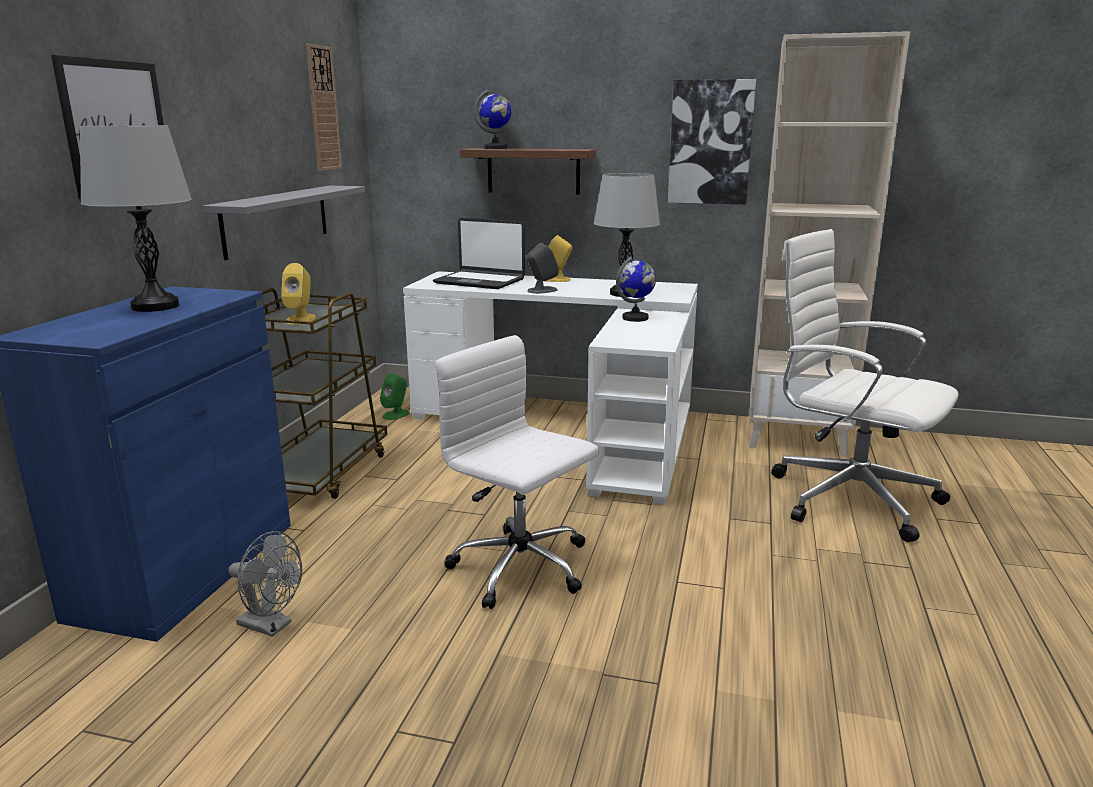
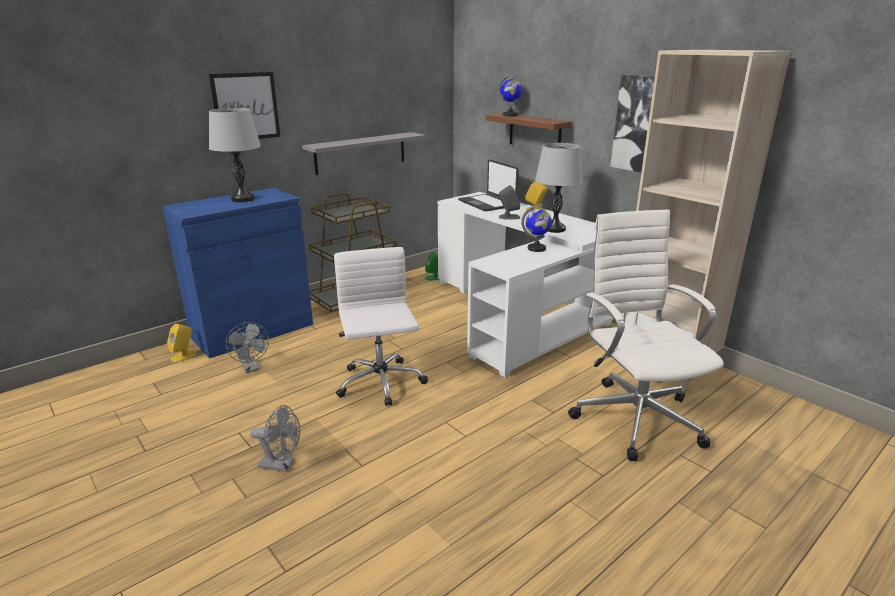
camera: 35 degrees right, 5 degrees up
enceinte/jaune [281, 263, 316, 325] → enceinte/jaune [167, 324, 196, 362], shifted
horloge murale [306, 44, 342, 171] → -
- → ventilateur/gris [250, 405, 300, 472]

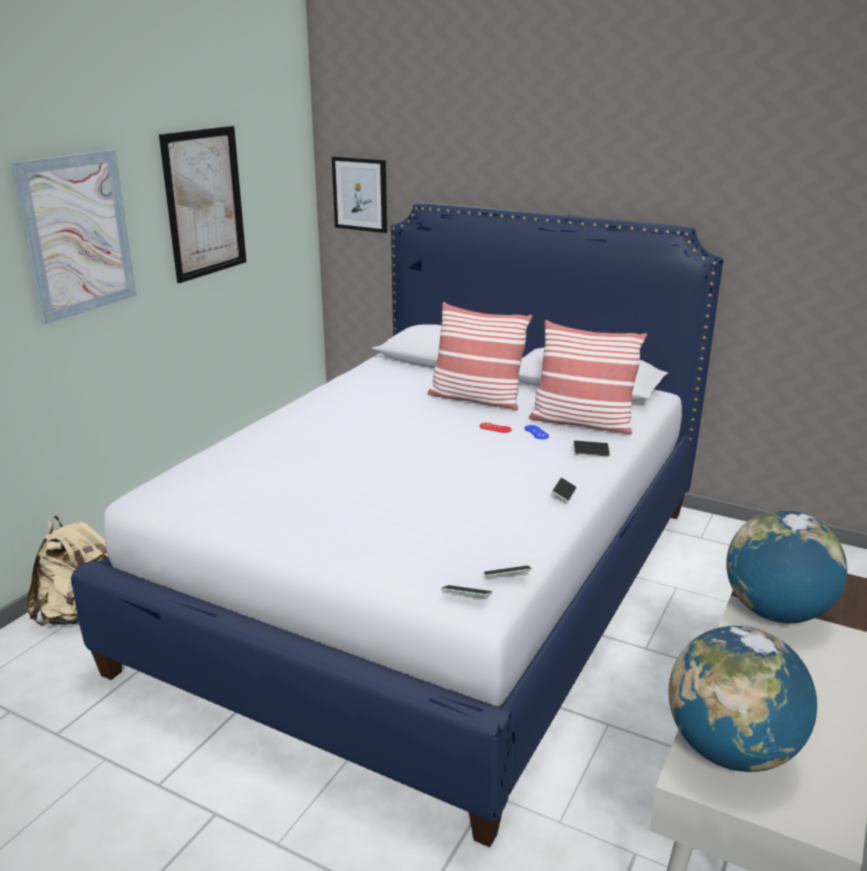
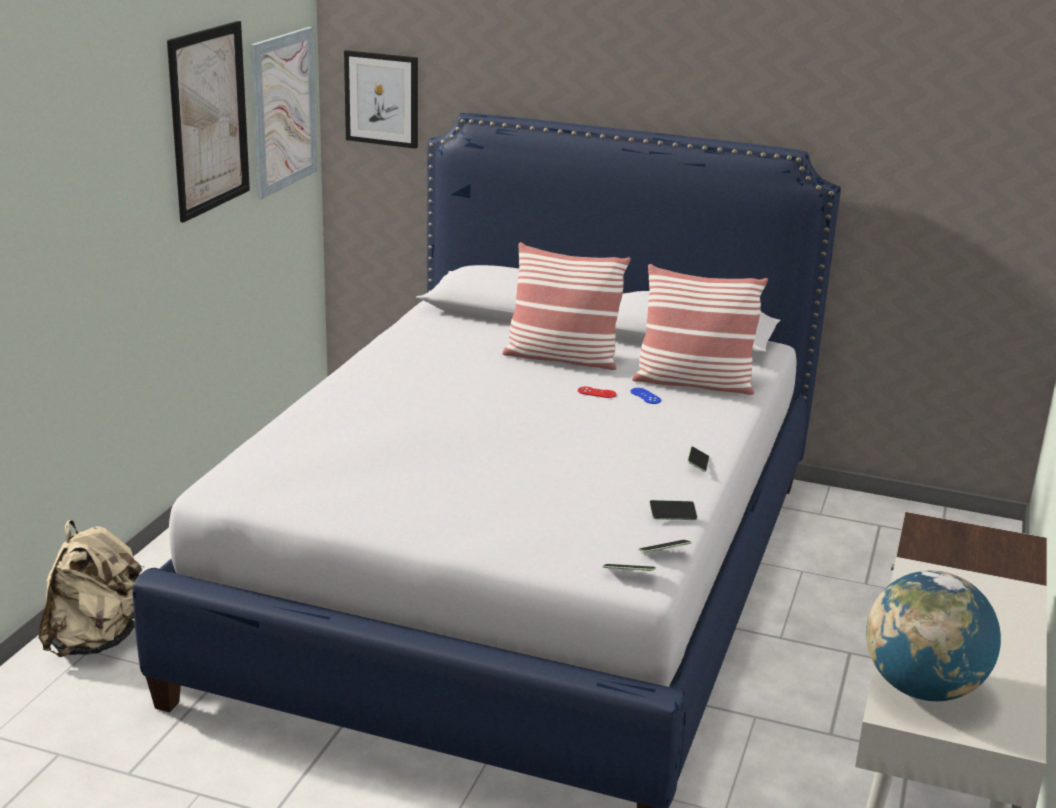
camera: 10 degrees left, 0 degrees up
tableau [11, 150, 136, 324] → tableau [250, 27, 317, 199], shifted
téléphone [573, 440, 610, 457] → téléphone [649, 500, 698, 520], shifted
globe [726, 510, 847, 623] → -

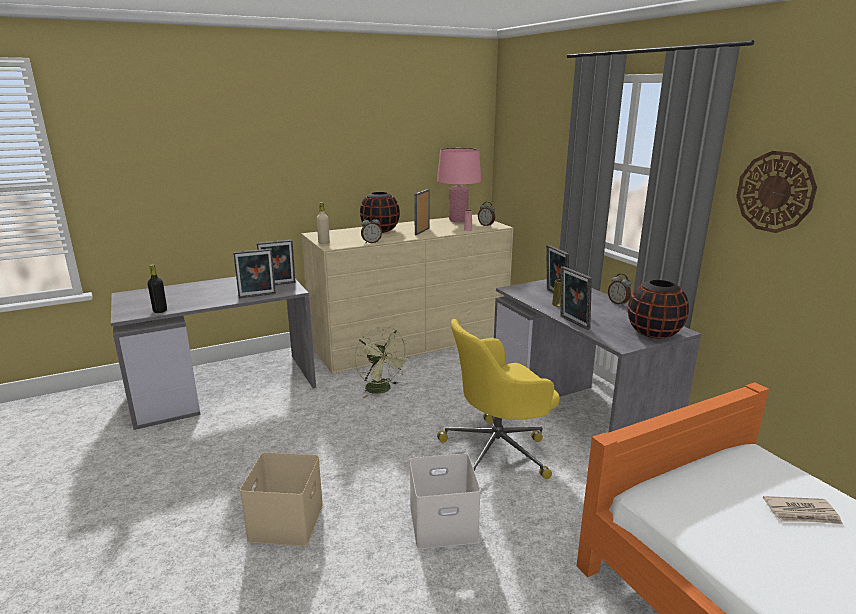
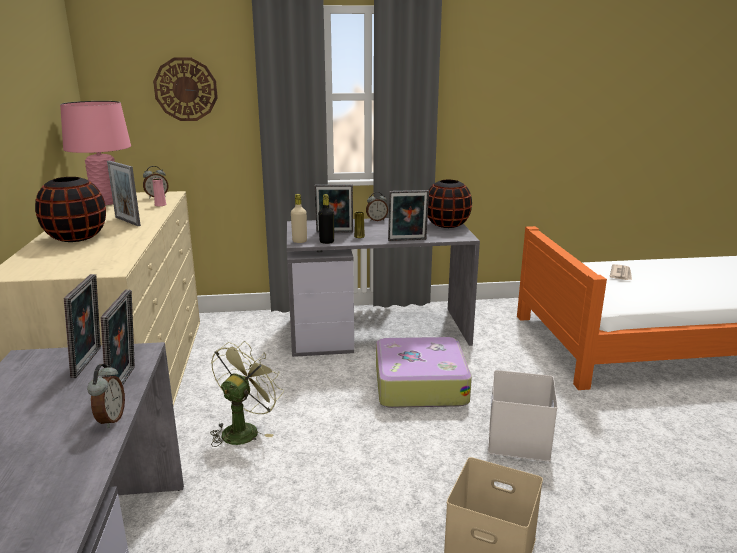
camera: 70 degrees left, 0 degrees up
bouteille/noir [148, 264, 167, 313] → bouteille/noir [318, 194, 334, 244], shifted
bouteille/beige [316, 202, 330, 244] → bouteille/beige [291, 194, 307, 243], shifted
ventilateur/vert [355, 326, 410, 398] → ventilateur/vert [210, 341, 284, 447], 45 degrees counterclockwise
réveil [361, 216, 382, 243] → réveil [87, 364, 125, 428], shifted
chaise de bureau/jaune [437, 319, 560, 479] → valise [376, 337, 472, 408]
horloge murale [736, 151, 817, 233] → horloge murale [153, 57, 218, 121], shifted

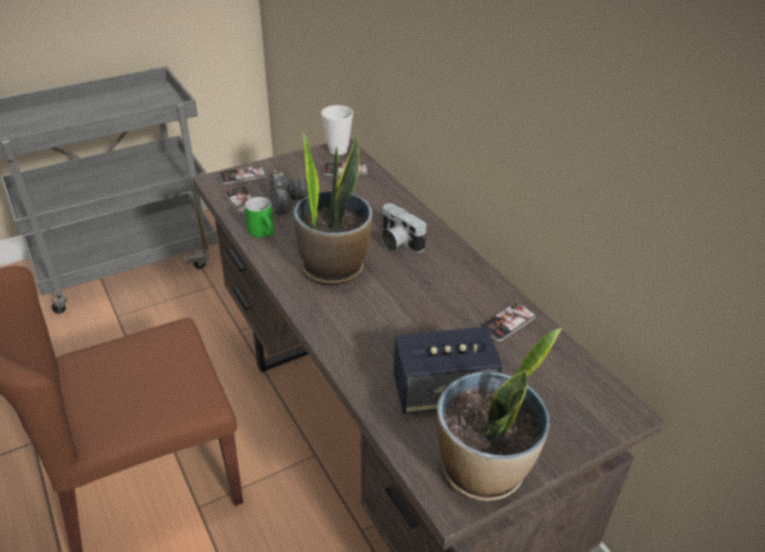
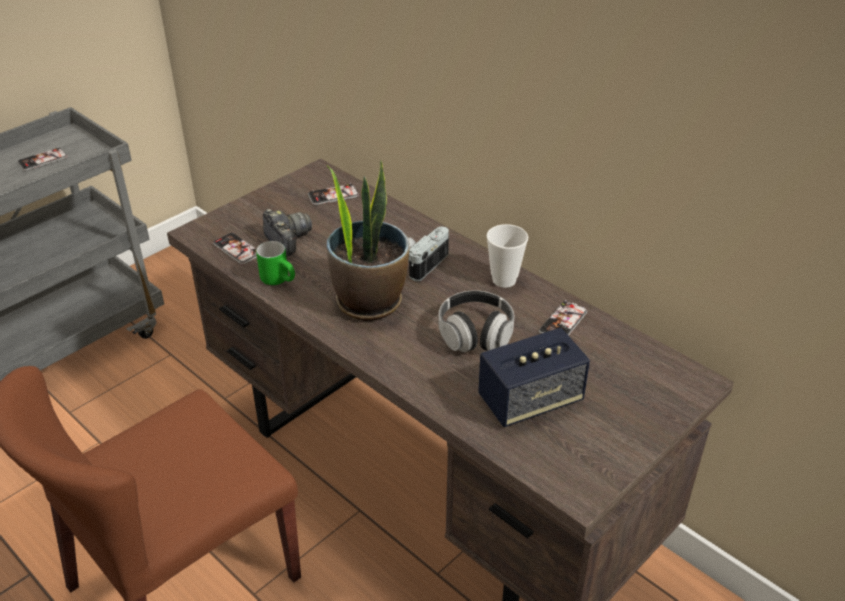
camera: 15 degrees left, 0 degrees up
téléphone [219, 164, 266, 184] → téléphone [17, 147, 68, 171], shifted
tasse [321, 105, 353, 155] → tasse [486, 224, 528, 288], shifted
appareil photo [381, 203, 426, 253] → appareil photo [408, 227, 449, 281], 90 degrees clockwise
plante en pot [437, 328, 562, 501] → -
- → casque audio [439, 290, 515, 352]

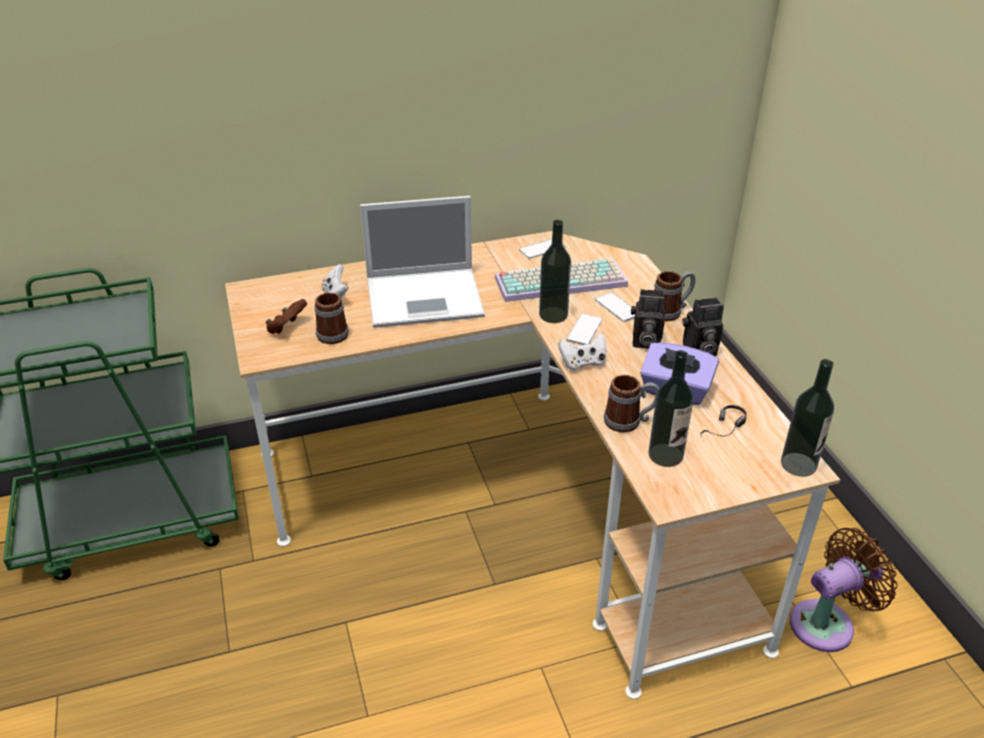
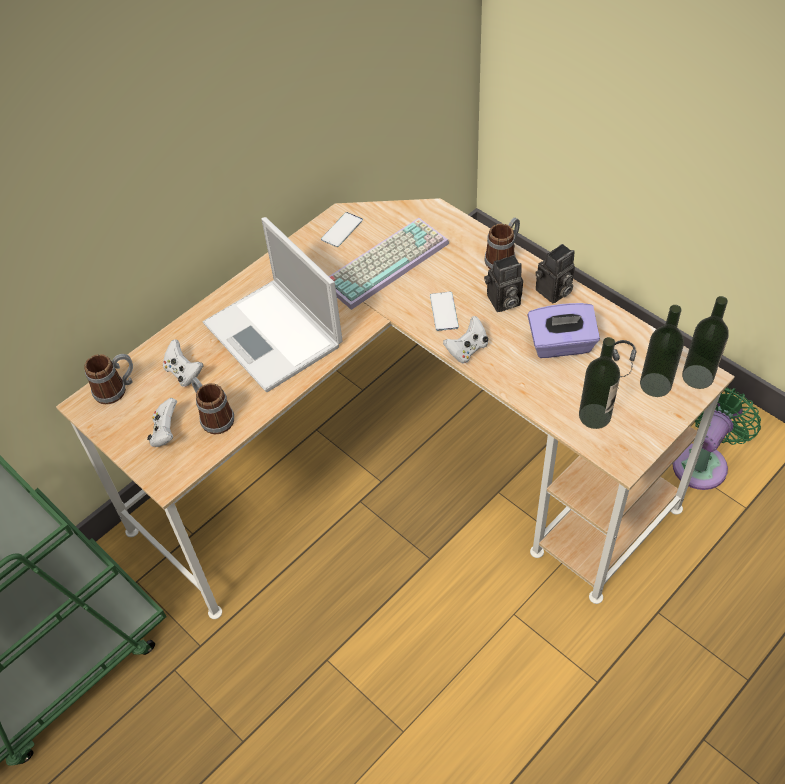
camera: 25 degrees left, 15 degrees up
manette/marron [265, 299, 307, 334] → manette/blanc [147, 398, 177, 447]
ordinateur portable [360, 196, 485, 328] → ordinateur portable [203, 217, 343, 392], 90 degrees clockwise
bouteille [539, 220, 571, 323] → bouteille [640, 305, 684, 397], shifted
téléphone [595, 292, 635, 322] → -
mug [604, 375, 659, 433] → mug [84, 354, 133, 405], shifted
ventilateur/marron [790, 528, 898, 652] → ventilateur/vert [672, 387, 761, 490]

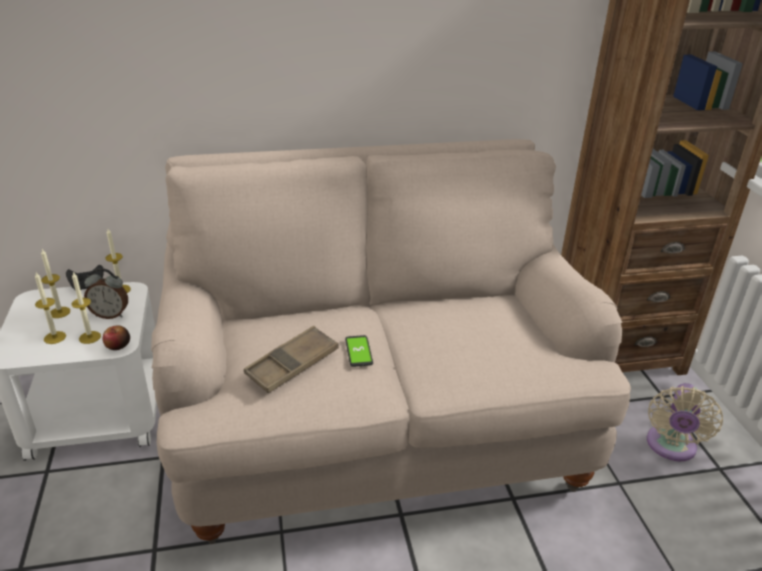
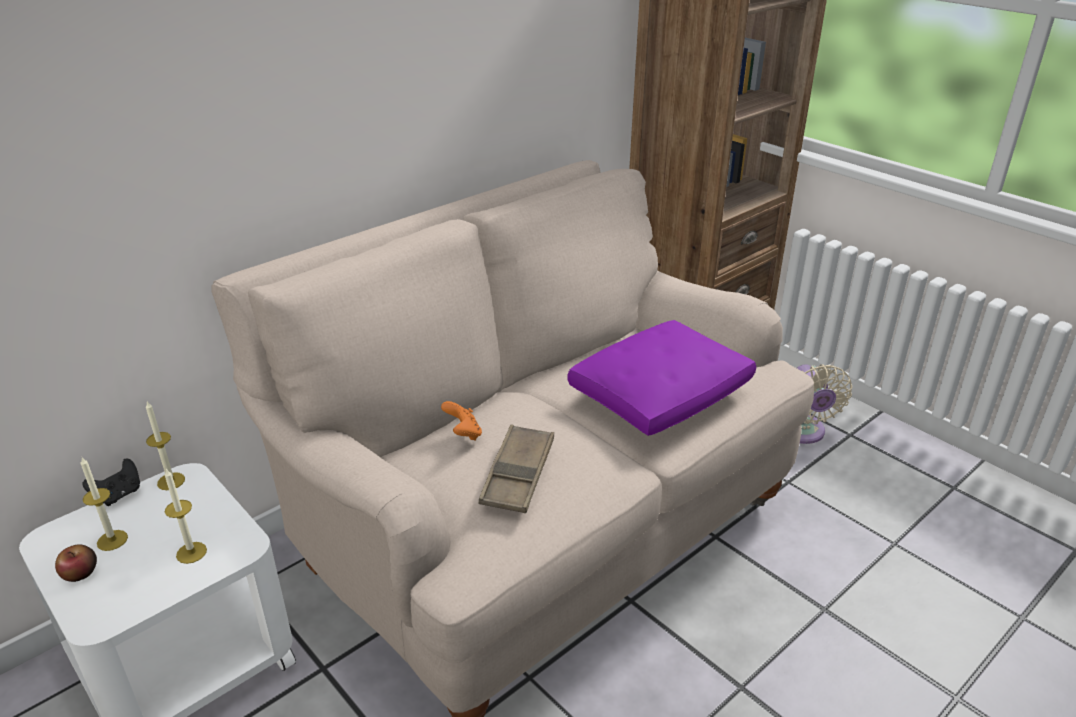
camera: 30 degrees left, 0 degrees up
bougie [35, 272, 66, 344] → -
réveil [84, 268, 128, 319] → -
pomme [103, 325, 130, 350] → pomme [55, 544, 97, 582], shifted
téléphone [345, 335, 373, 367] → -
- → manette/orange [441, 401, 482, 441]
- → coussin/violet [567, 320, 756, 436]

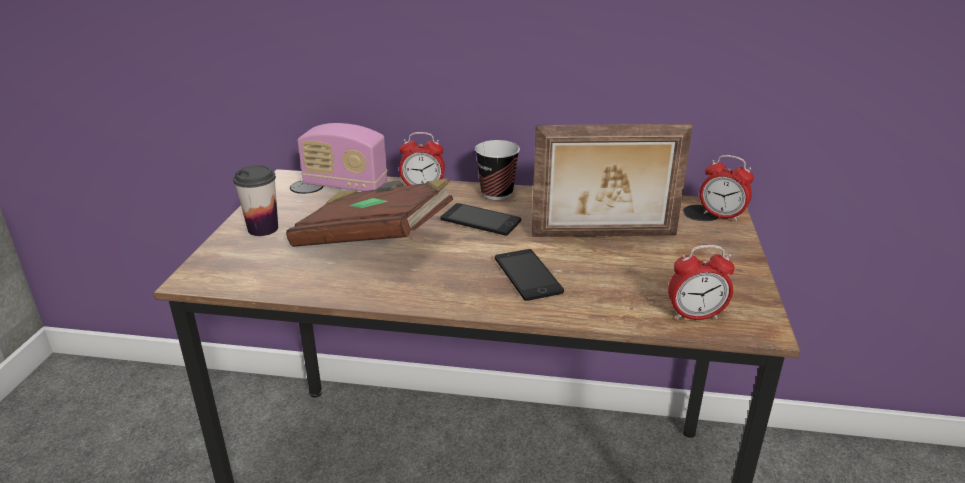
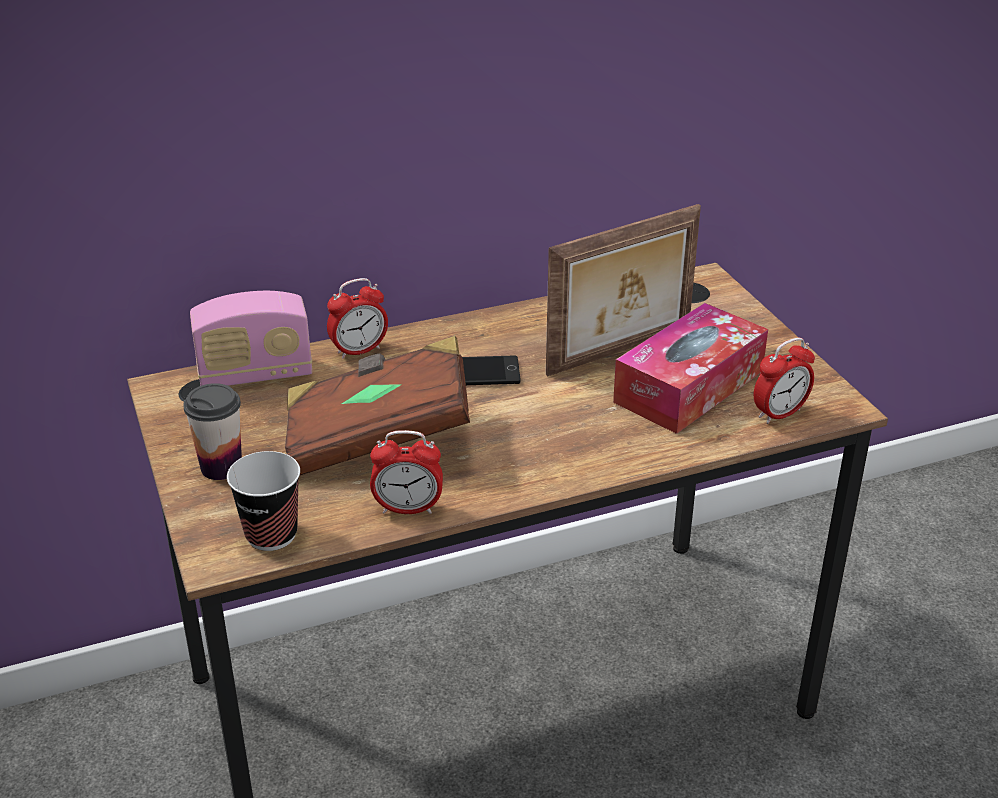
camera: 30 degrees left, 5 degrees up
tasse [475, 140, 520, 200] → tasse [227, 451, 300, 551], shifted
téléphone [495, 249, 564, 301] → -
réveil [700, 155, 754, 221] → réveil [370, 430, 443, 514], shifted
- → boîte à mouchoirs [613, 303, 768, 434]

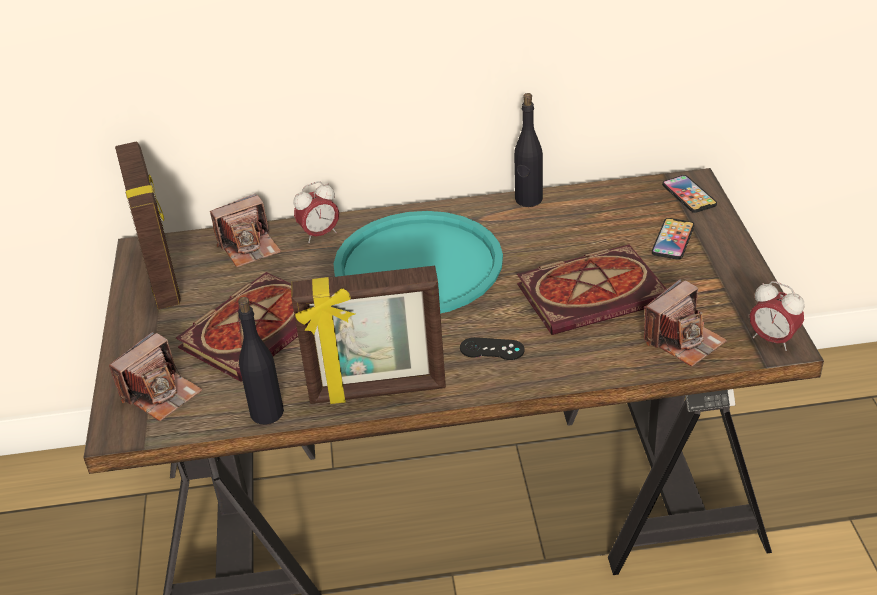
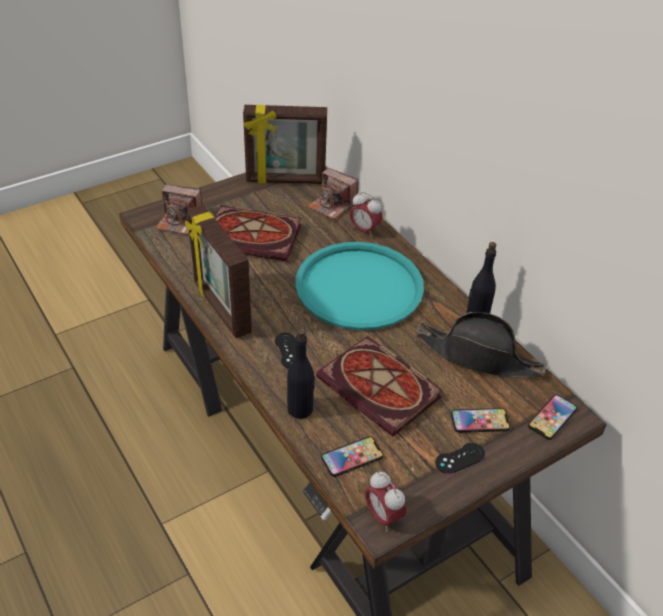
camera: 60 degrees right, 5 degrees up
cadre photo [115, 141, 181, 309] → cadre photo [243, 105, 327, 184], 45 degrees clockwise
bouteille/noir [238, 297, 284, 425] → bouteille/noir [287, 328, 315, 419], shifted
appareil photo [644, 279, 727, 367] → téléphone [321, 436, 384, 477]
réveil [750, 281, 805, 351] → réveil [365, 471, 406, 532], 45 degrees counterclockwise
- → chapeau/noir [415, 312, 546, 378]
- → manette/noir [435, 443, 485, 474]

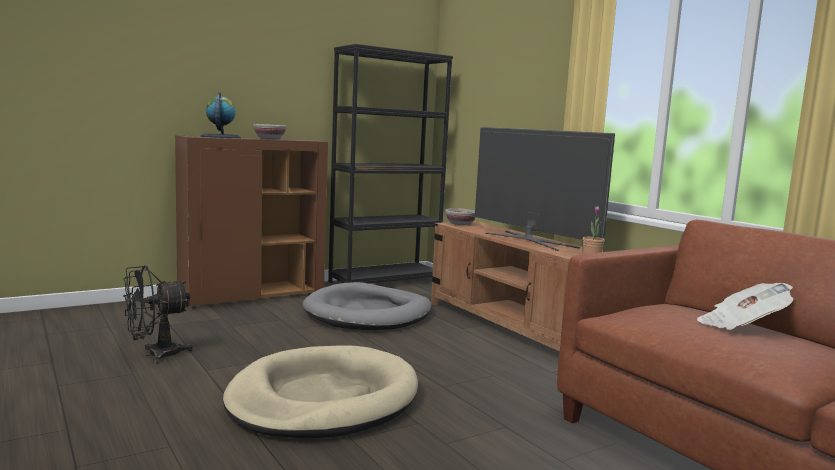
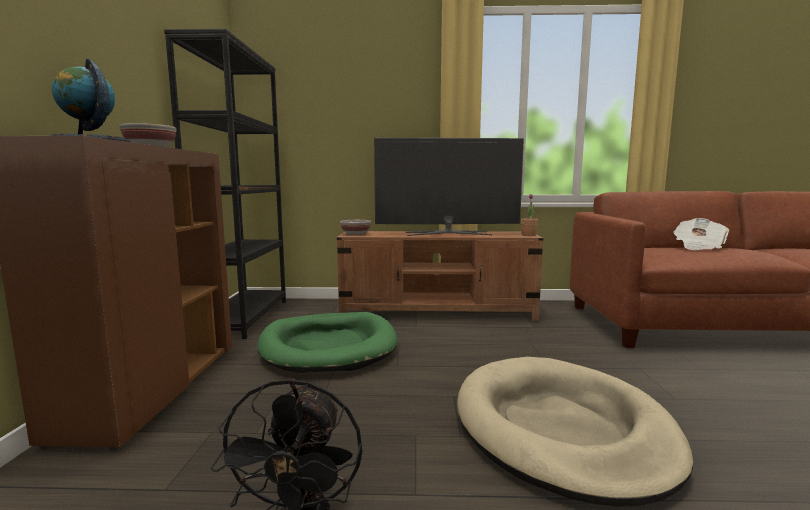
camera: 55 degrees left, 0 degrees up
panier pour chien/gris [303, 282, 432, 330] → panier pour chien/vert [258, 312, 398, 373]

